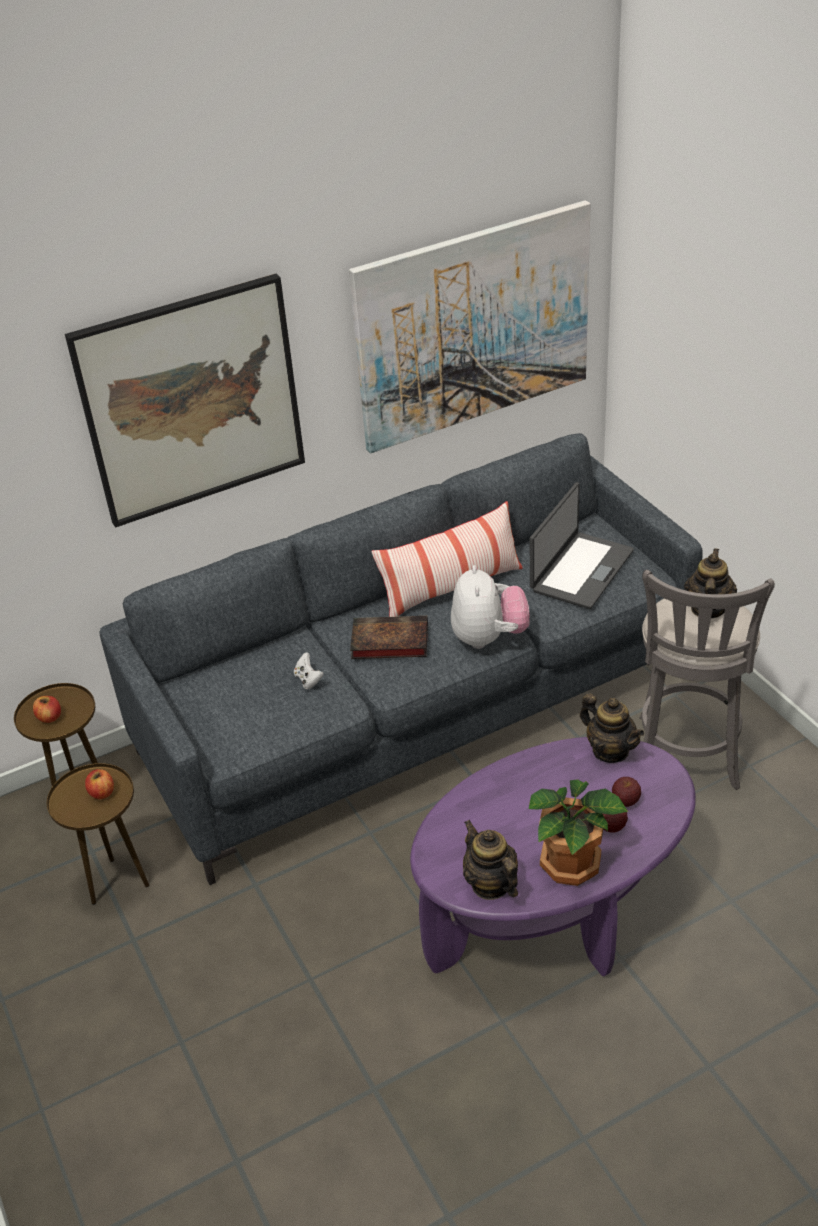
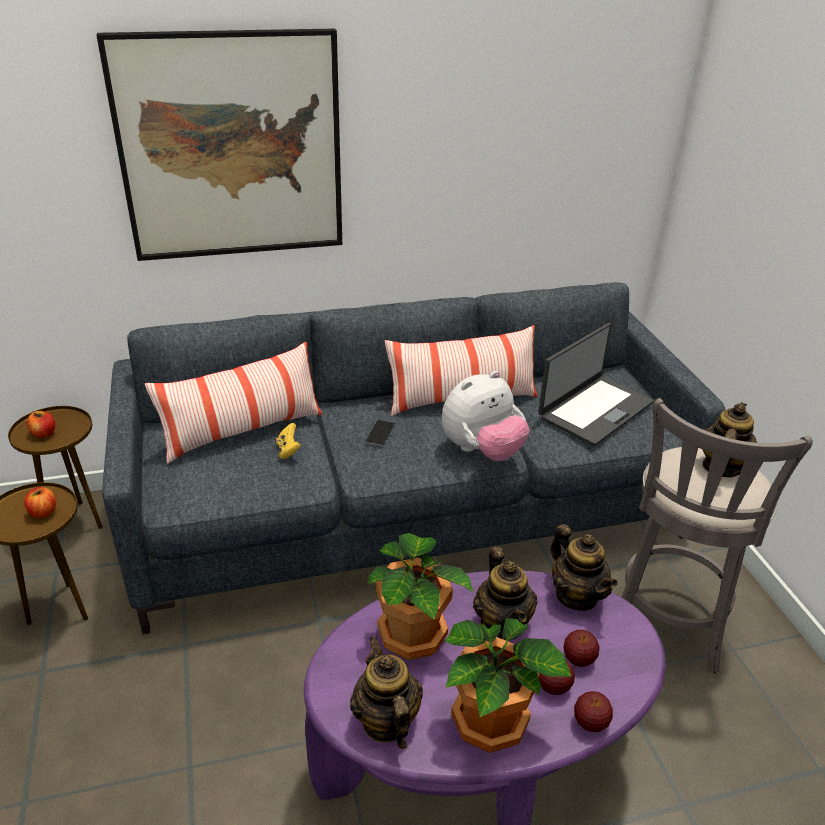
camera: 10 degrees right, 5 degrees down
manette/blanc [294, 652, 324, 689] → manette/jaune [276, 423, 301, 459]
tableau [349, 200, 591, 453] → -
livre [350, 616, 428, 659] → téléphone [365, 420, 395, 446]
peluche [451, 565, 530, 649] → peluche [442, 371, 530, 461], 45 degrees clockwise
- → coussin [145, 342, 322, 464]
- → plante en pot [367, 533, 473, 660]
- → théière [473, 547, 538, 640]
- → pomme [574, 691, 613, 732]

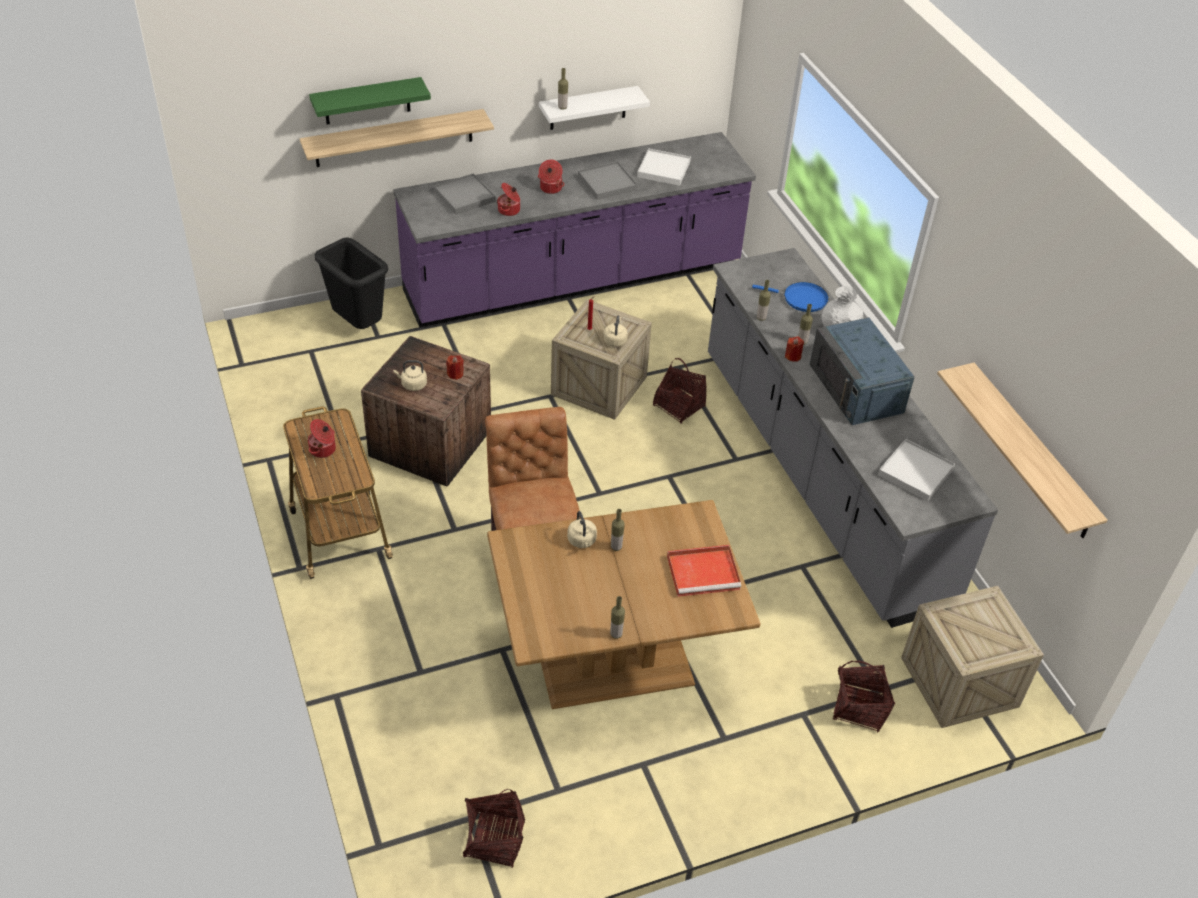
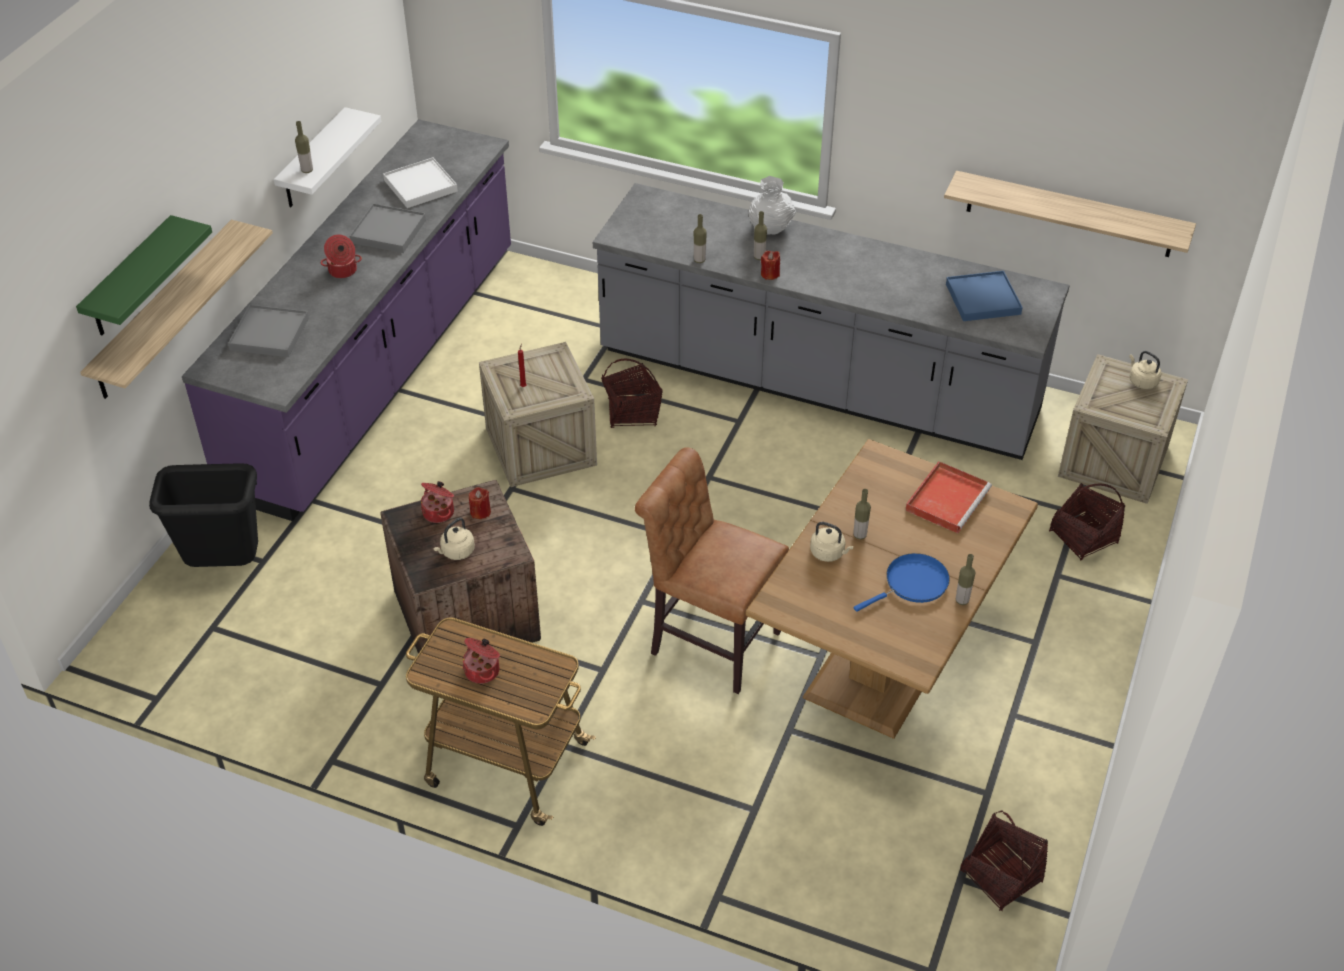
camera: 45 degrees left, 0 degrees up
marmite [497, 183, 520, 216] → marmite [421, 481, 454, 523], shifted
bouilloire/beige [603, 315, 628, 347] → bouilloire/beige [1129, 351, 1162, 389], shifted
poêle/bleu [752, 282, 829, 312] → poêle/bleu [854, 553, 950, 612], shifted
micro-ondes/bleu [810, 318, 914, 425] → -
plateau/blanc [878, 439, 955, 501] → plateau/bleu [946, 271, 1023, 321]

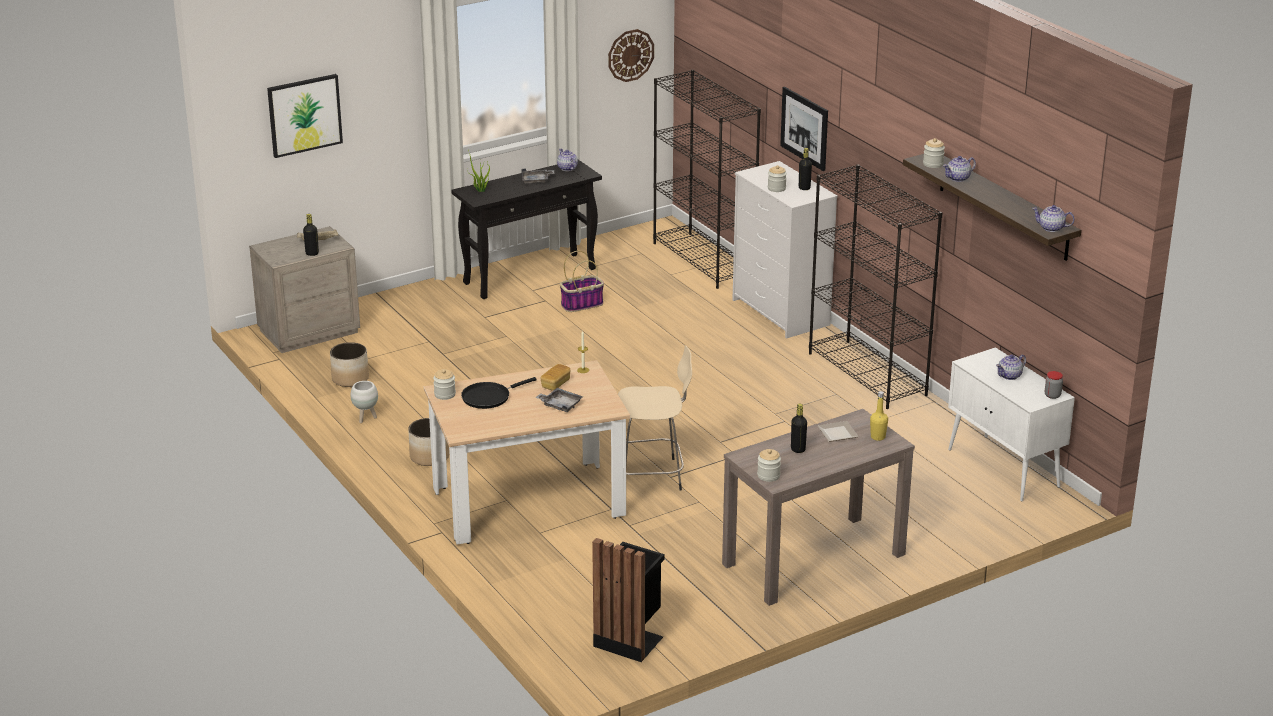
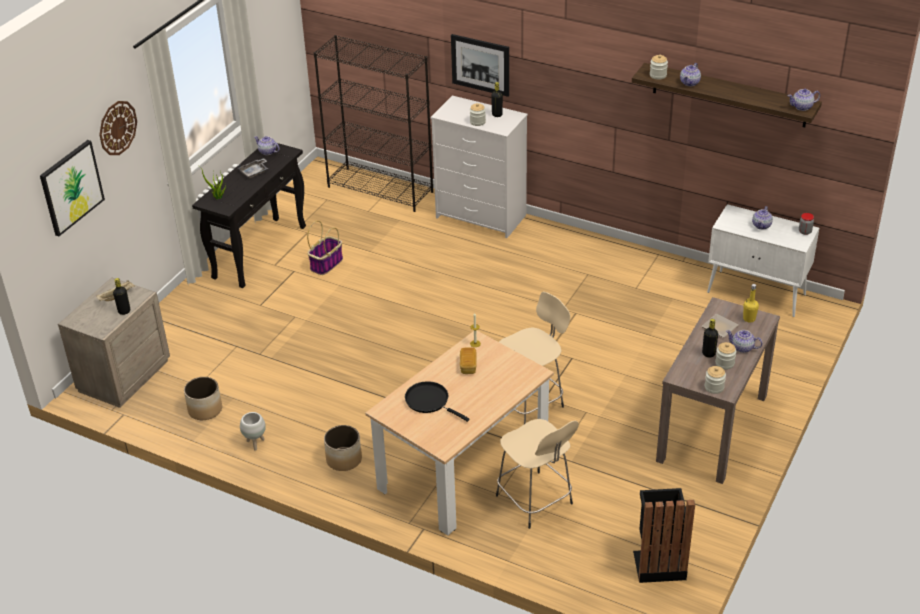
camera: 30 degrees left, 10 degrees up
bocal [433, 369, 456, 400] → bocal [715, 342, 736, 370], shifted
poêle/noir [461, 377, 537, 409] → poêle/noir [405, 381, 470, 422], 105 degrees clockwise
plateau/gris [535, 388, 583, 412] → -
horloge murale [608, 29, 654, 82] → horloge murale [99, 101, 137, 155], shifted
bibliothèque/noir [809, 164, 942, 409] → -
- → tabouret/beige [496, 419, 579, 529]
- → théière [726, 330, 763, 353]

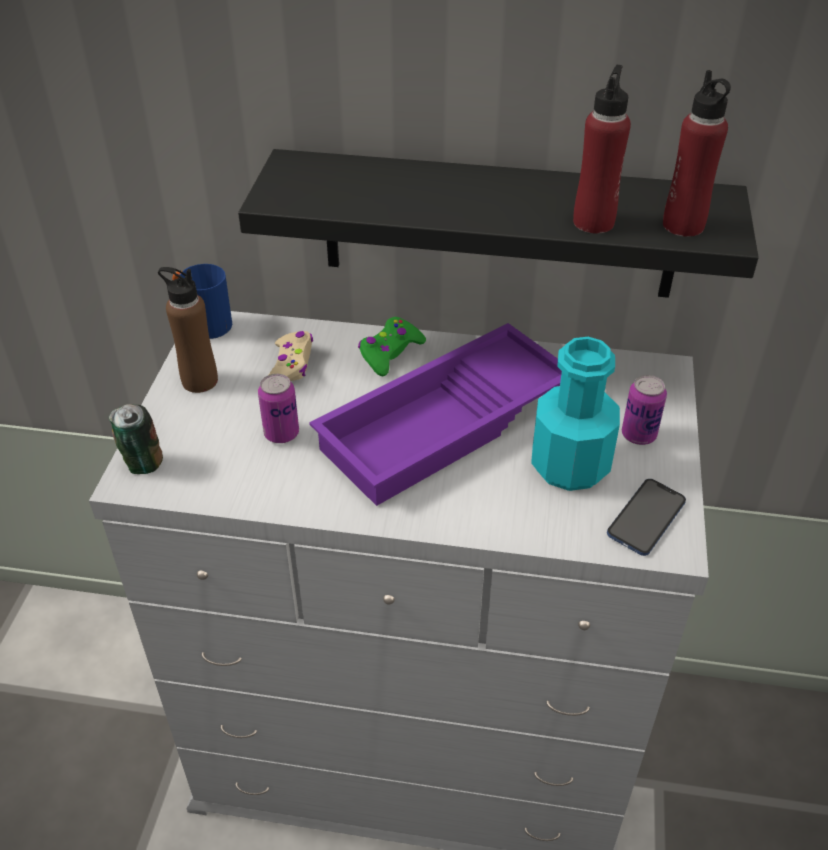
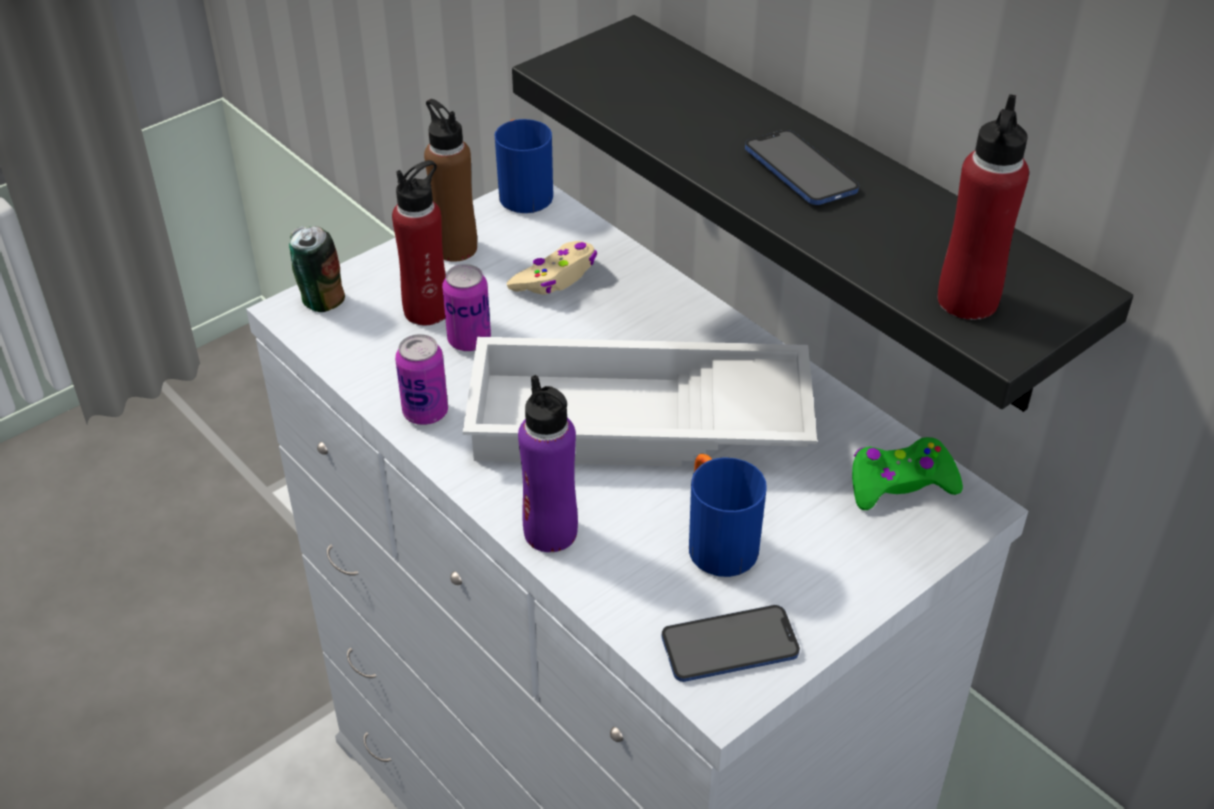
camera: 40 degrees right, 0 degrees up
plateau/violet [309, 323, 562, 506] → plateau/blanc [463, 337, 817, 467]
manette/vert [358, 317, 426, 376] → manette/vert [852, 437, 963, 510], shifted
bouteille/turquoise [531, 337, 620, 491] → mug/bleu [689, 454, 766, 577]
bouteille/rouge [573, 65, 631, 233] → bouteille/rouge [392, 160, 446, 325], shifted
boîte métallique [622, 375, 667, 445] → boîte métallique [395, 334, 448, 425], shifted
- → bouteille/violet [518, 375, 578, 552]
- → téléphone [745, 130, 859, 205]

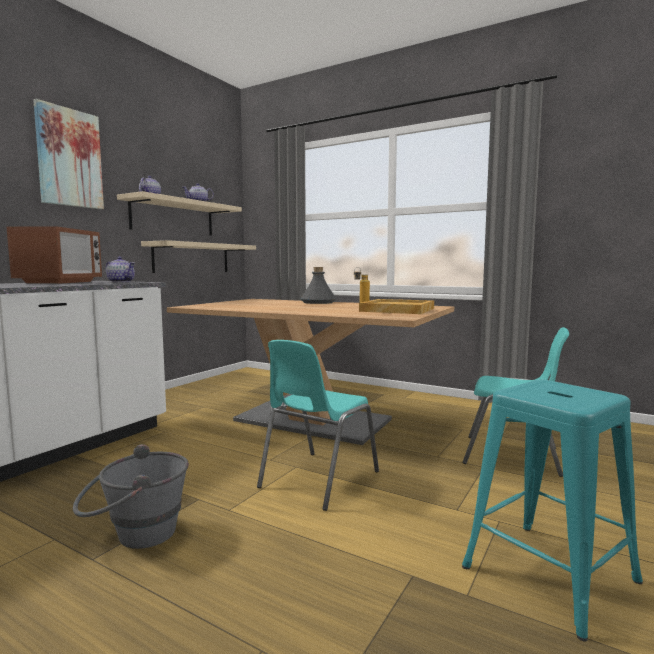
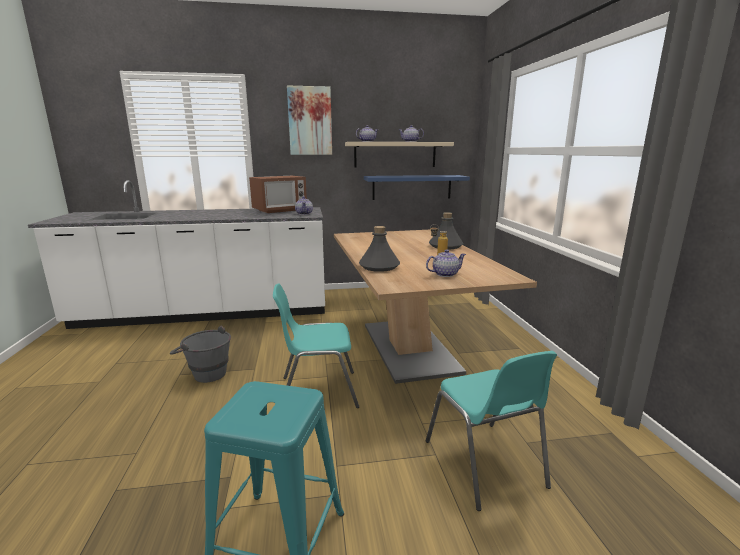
camera: 50 degrees right, 10 degrees up
étagère/beige [141, 240, 256, 273] → étagère/bleu [364, 175, 470, 200]
plateau/beige [359, 299, 434, 314] → théière [426, 249, 466, 277]
- → bouteille/gris [359, 226, 400, 272]

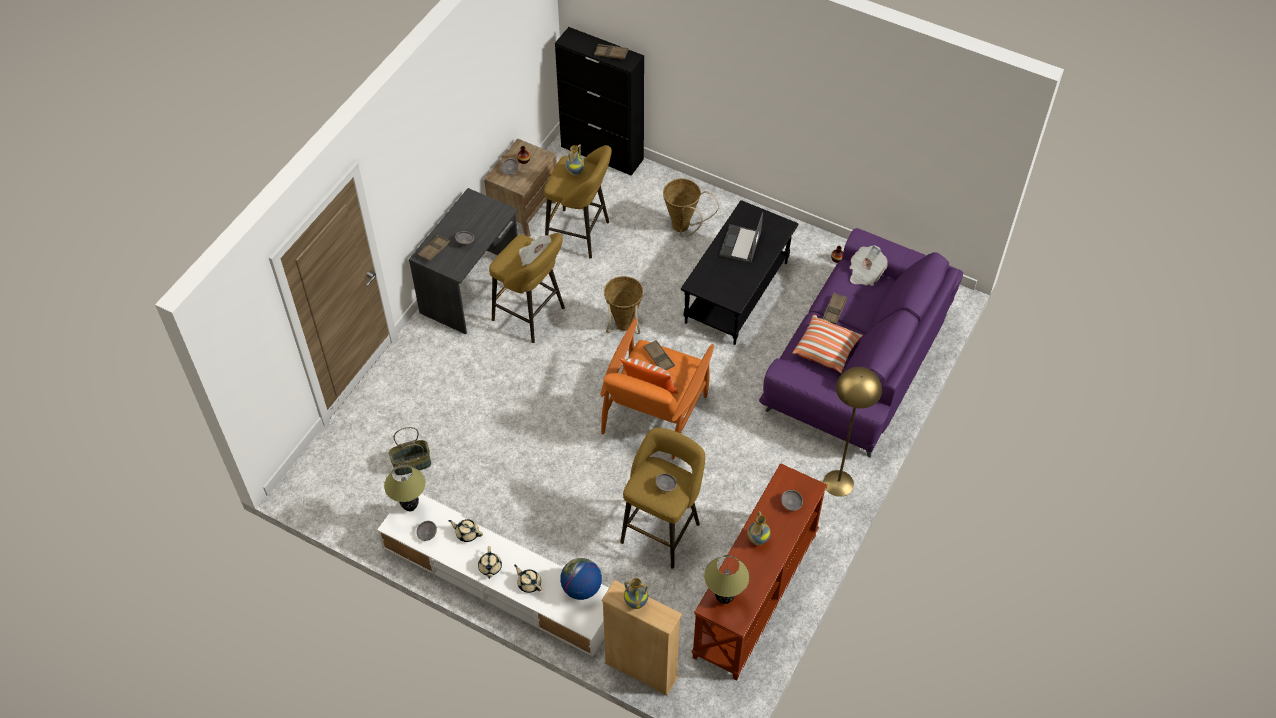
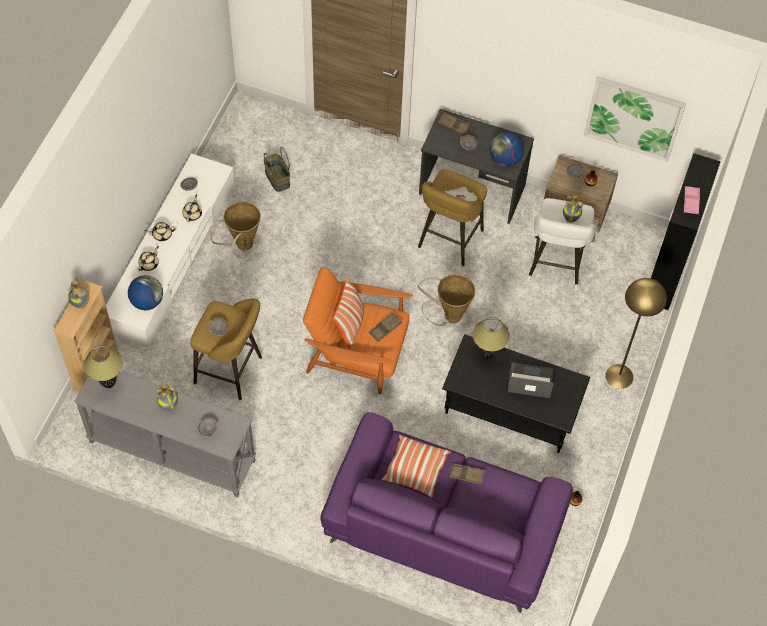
camera: 80 degrees right, 5 degrees up
lampe de table [384, 464, 426, 511] → lampe de table [473, 317, 510, 359], shifted
tabouret/jaune [544, 145, 612, 259] → tabouret/blanc [527, 198, 596, 290]
plateau/marron [594, 44, 629, 59] → plateau/rose [684, 186, 700, 214]
panier [663, 178, 719, 237] → panier [211, 201, 261, 258], shifted
table console/marron [691, 463, 827, 680] → table console/gris [74, 372, 256, 497]
lampadaire/jaune [823, 367, 882, 497] → lampadaire/jaune [605, 278, 667, 389], shifted
journal [849, 245, 888, 286] → -
- → globe [490, 132, 524, 167]
- → tableau [584, 76, 686, 162]

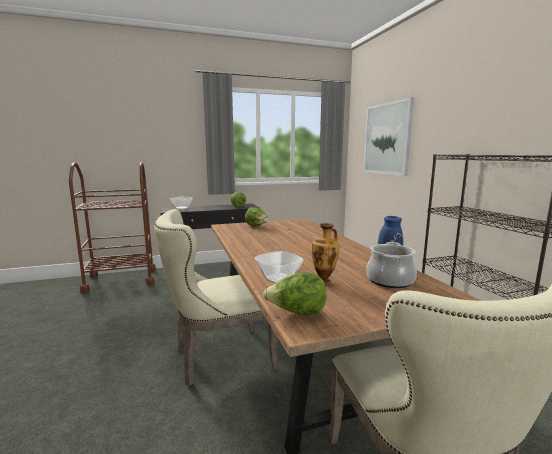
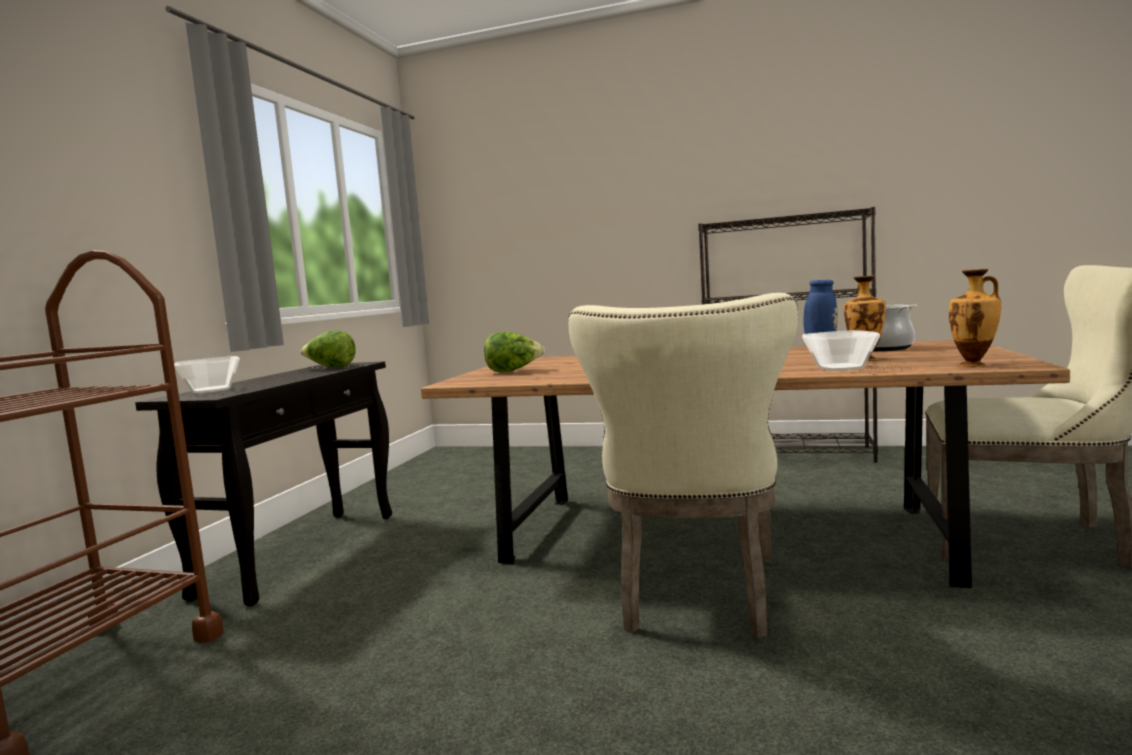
camera: 55 degrees left, 5 degrees down
laitue [263, 272, 326, 315] → vase [949, 269, 1001, 367]
tableau [363, 97, 414, 176] → -

